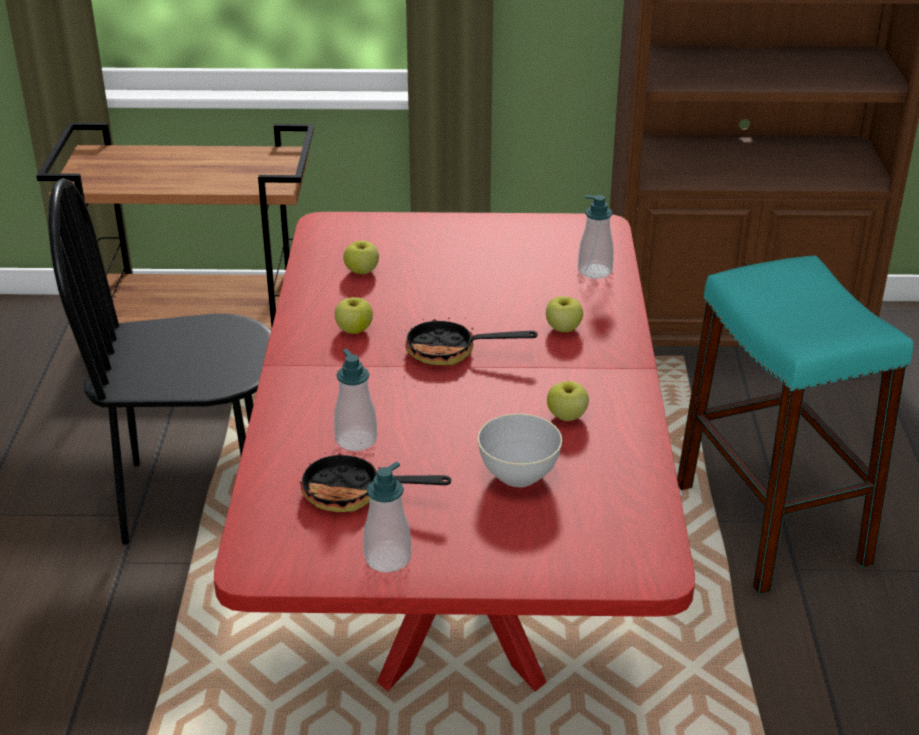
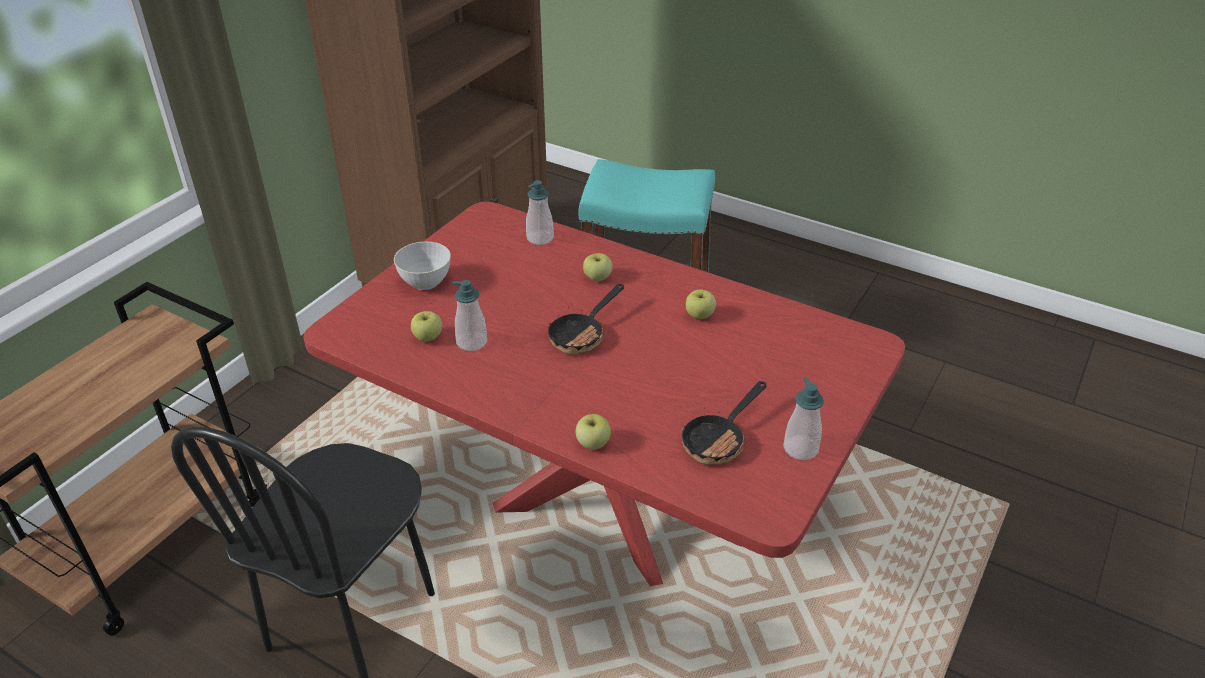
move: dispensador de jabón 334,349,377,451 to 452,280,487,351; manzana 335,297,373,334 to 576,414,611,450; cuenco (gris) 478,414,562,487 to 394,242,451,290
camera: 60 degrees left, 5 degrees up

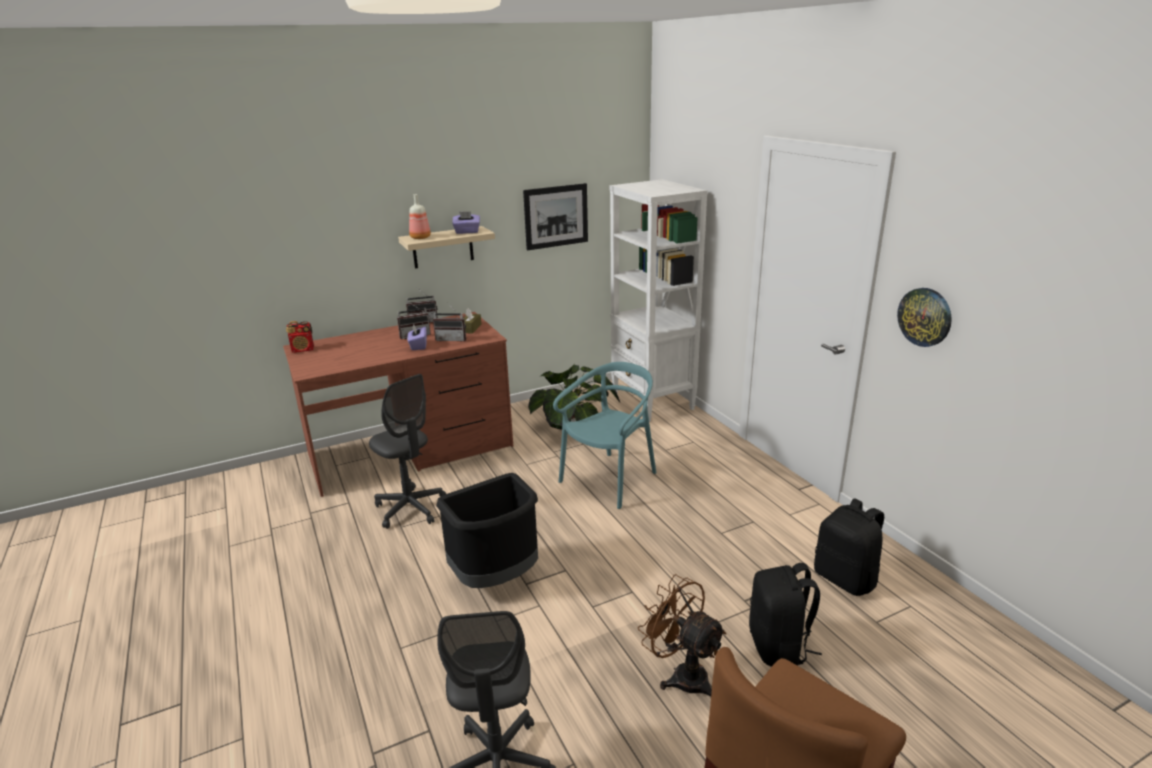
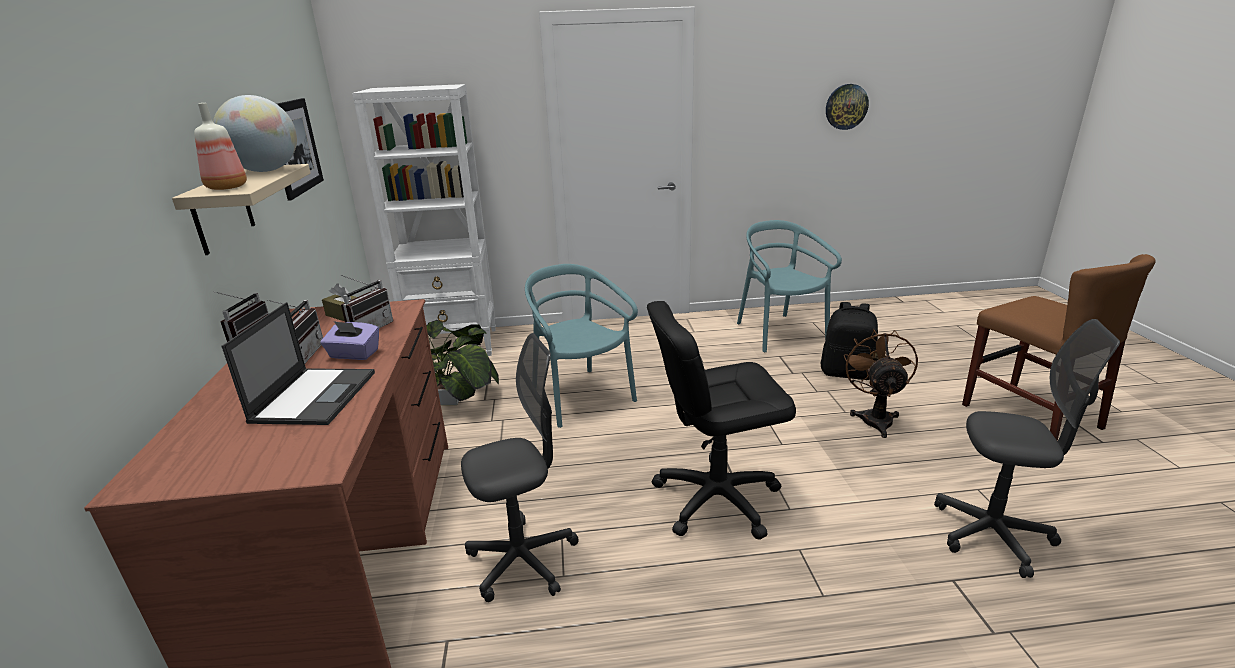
delete: radio 286,321,314,353
insert: portátil 222,302,375,425
move: reloj de pared 897,288,952,347 to 826,84,869,130
replace: papelera (negro) 436,473,538,588 to silla de oficina (negro) 647,301,796,540; caja de pañuelos (morado) 453,211,480,234 to globo terráqueo 213,95,297,172; mochila (negro) 814,498,884,596 to silla (turquesa) 737,220,842,352
rotate: ventilador (marrón) 638,574,726,696 = 844,329,918,438 120 degrees clockwise
camera: 70 degrees left, 0 degrees up

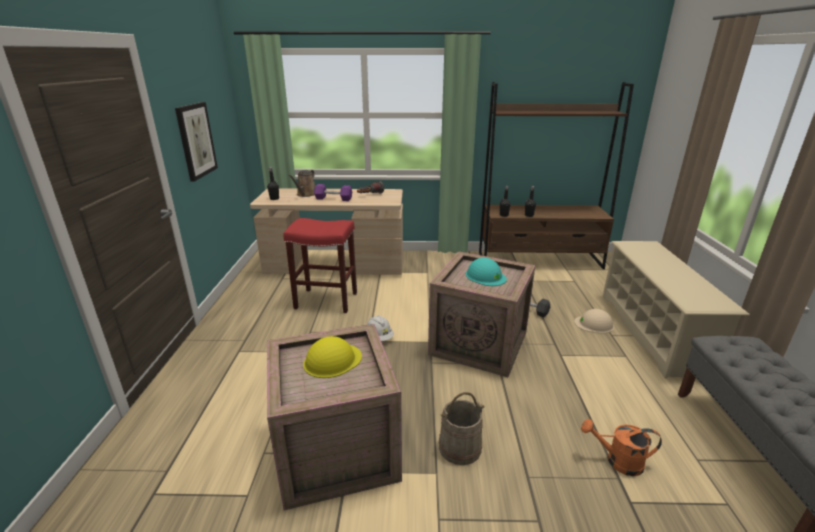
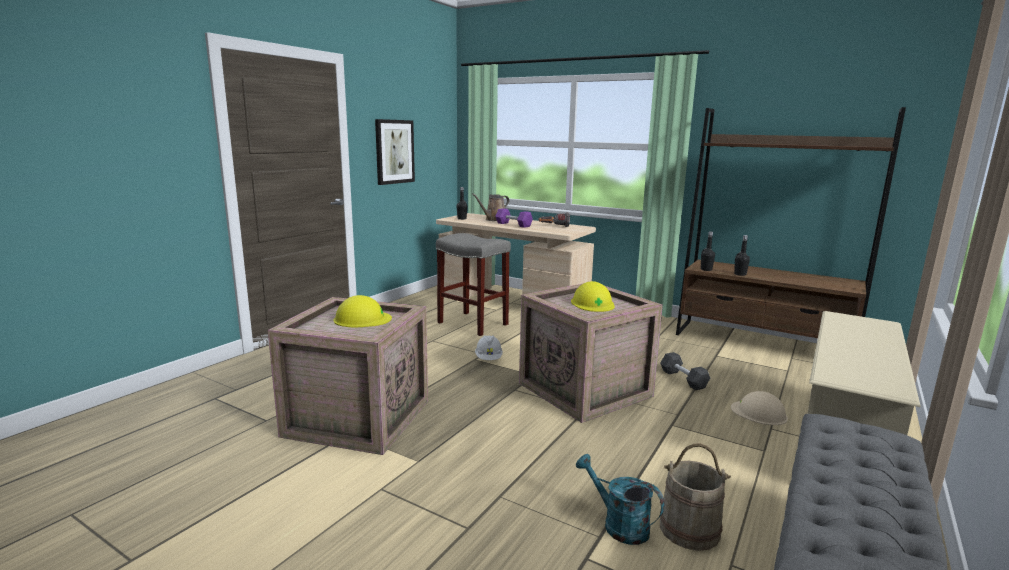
move: cubo (beis) 439,392,485,465 to 660,443,731,551
recolor: taburete (rojo) 283,218,357,313 to taburete (gris) 436,233,511,336; casco (turquesa) 466,258,507,286 to casco (amarillo) 571,281,615,312; regadera (naranja) 581,419,662,476 to regadera (turquesa) 576,454,664,545
camera: 30 degrees right, 10 degrees down

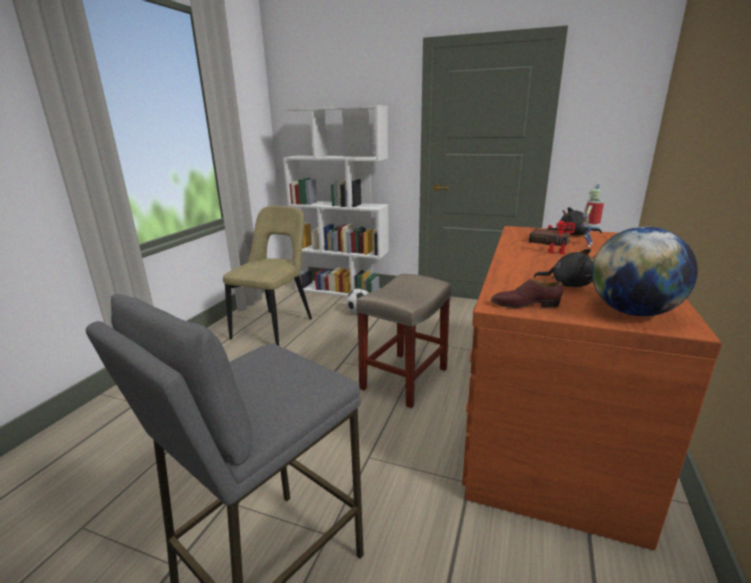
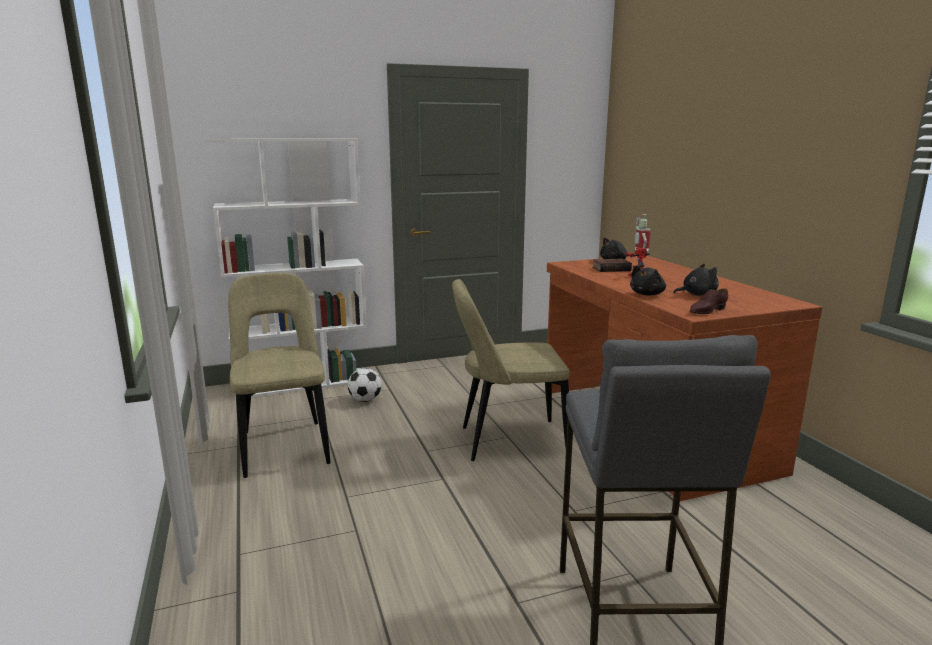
delete: globo terráqueo 592,227,698,317
insert: peluche (negro) 630,265,666,295
replace: taburete (beis) 356,274,451,408 to silla (beis) 452,279,570,461
camera: 40 degrees left, 5 degrees down

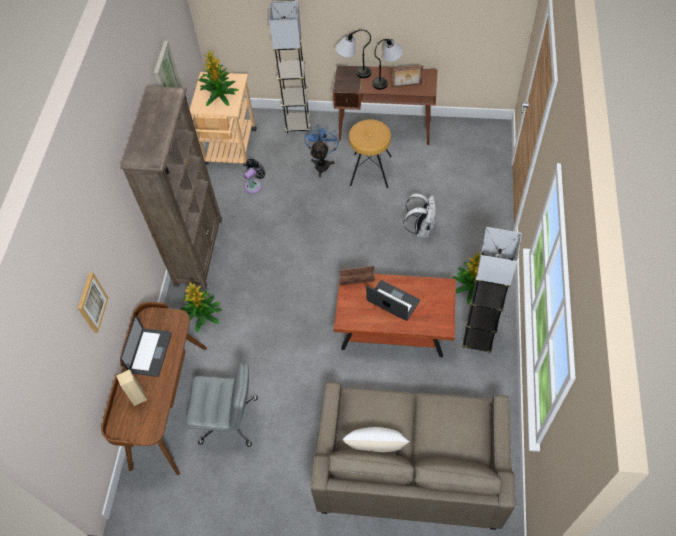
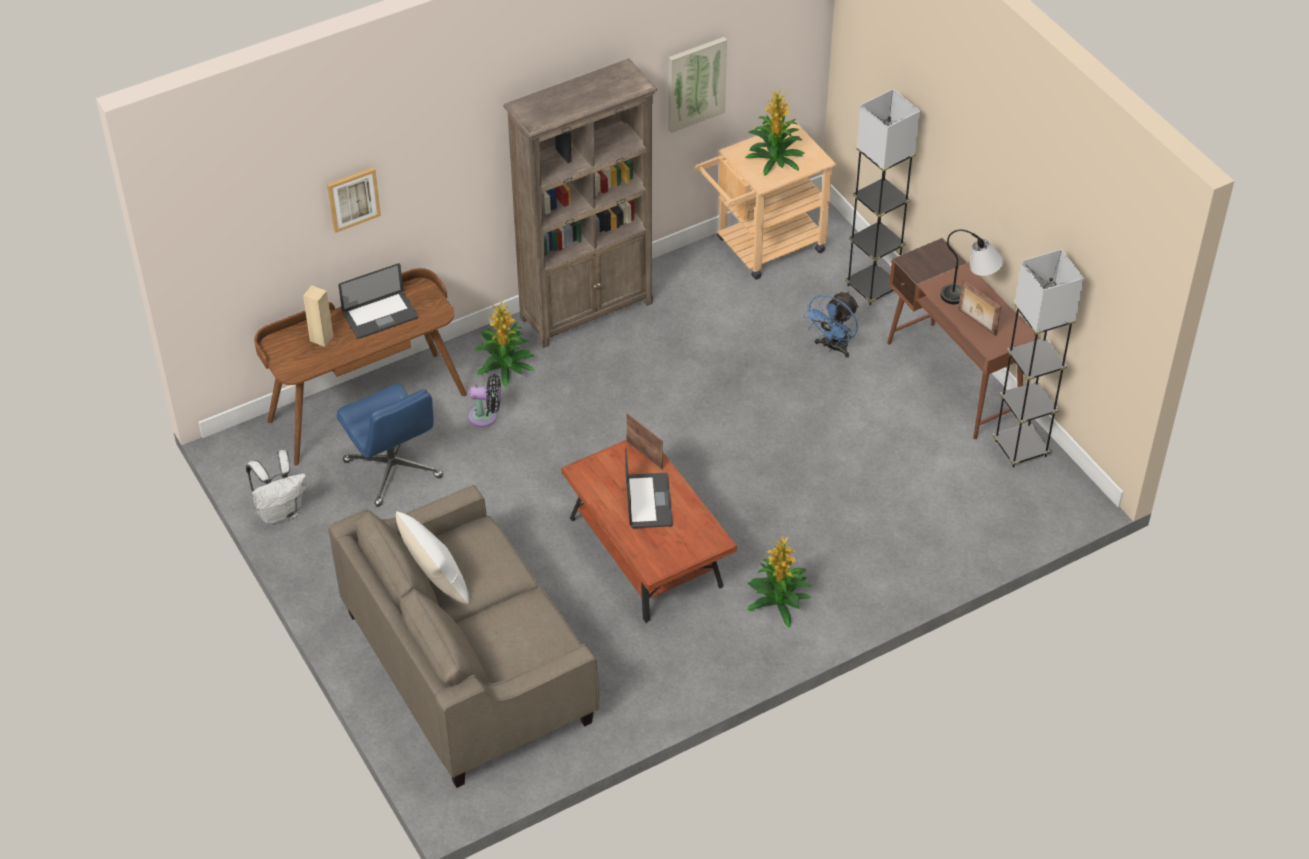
delete: lámpara de mesa 335,30,371,78; taburete (marrón) 349,119,392,188
move: ventilador (negro) 244,159,265,194 to 468,374,501,427; mochila (blanco) 403,193,436,238 to 246,450,307,525; lámpara de pie (gris) 462,227,522,353 to 993,249,1084,467
recolor: silla de oficina (gris) 186,363,258,447 to silla de oficina (azul) 337,384,443,506
rotate: ventilador (azul) 305,124,339,177 = 803,291,859,358 150 degrees clockwise
camera: 50 degrees right, 10 degrees down

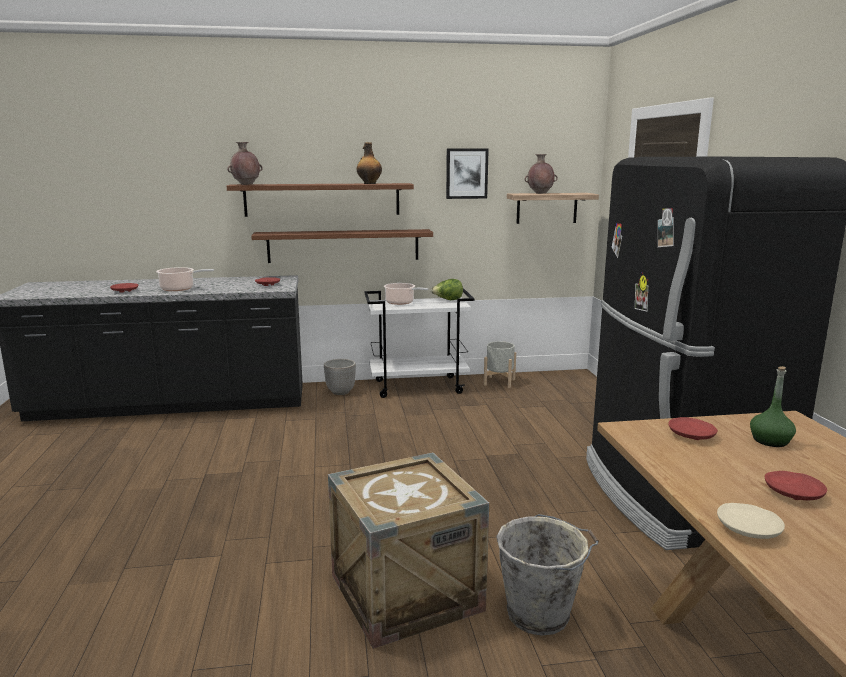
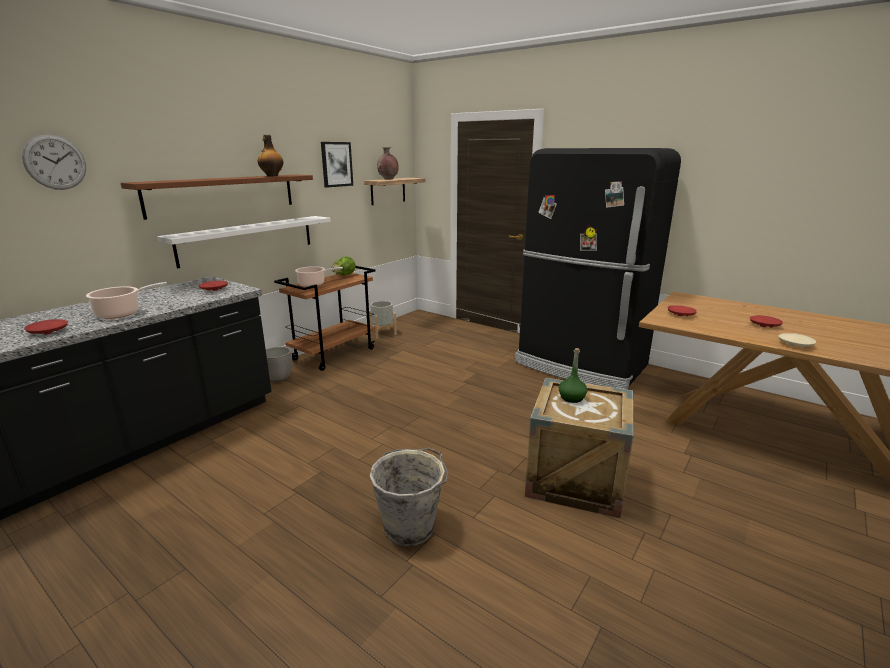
delete: florero (marrón) 227,142,263,185
insert: reloj de pared 22,135,86,190
move: cubo (gris) 496,514,599,636 to 370,447,448,546; botella (verde) 750,366,796,447 to 558,348,587,403
recolor: estante (marrón) 251,229,433,263 to estante (blanco) 157,216,331,268; carrito (blanco) 364,288,474,398 to carrito (marrón) 274,266,376,371
camera: 45 degrees left, 5 degrees up

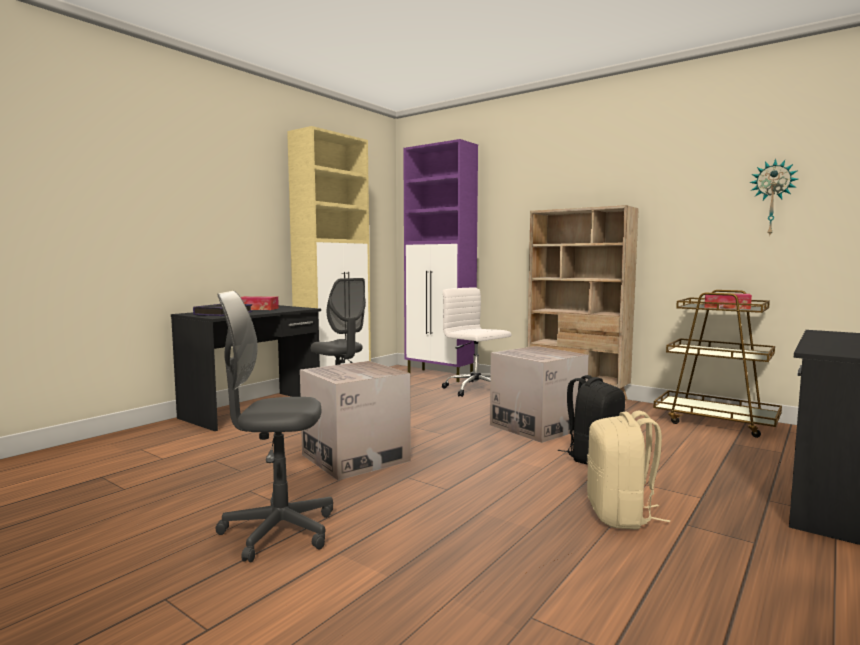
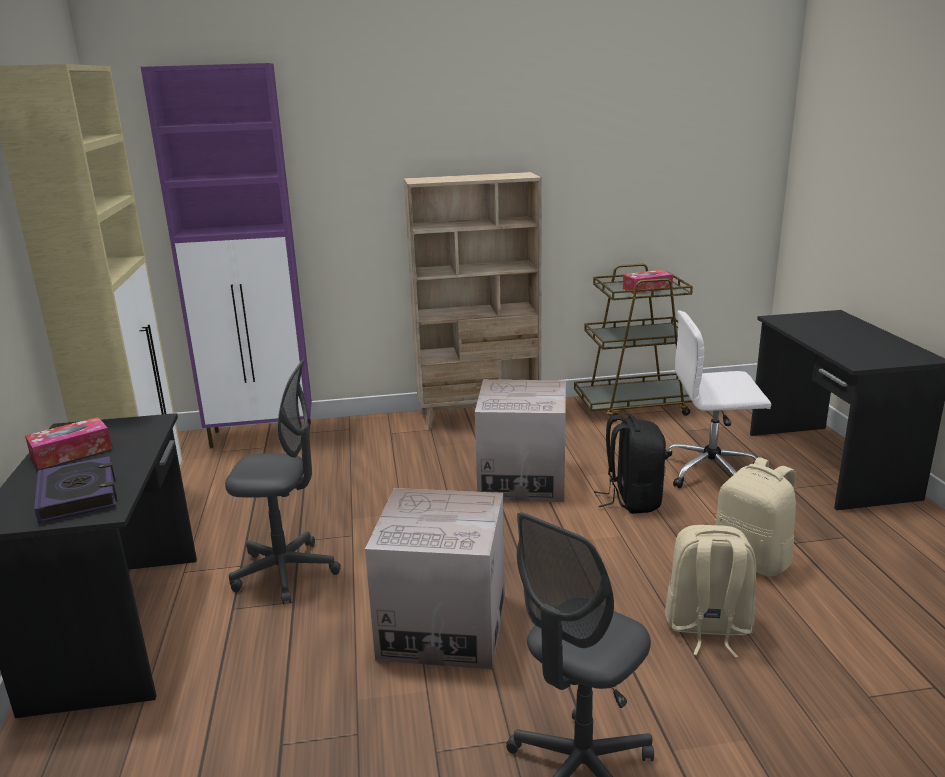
delete: reloj de pared 749,159,798,237
insert: mochila (beis) 665,525,756,658
move: silla de oficina (blanco) 442,288,512,397 to 665,310,771,489
camera: 45 degrees left, 15 degrees up

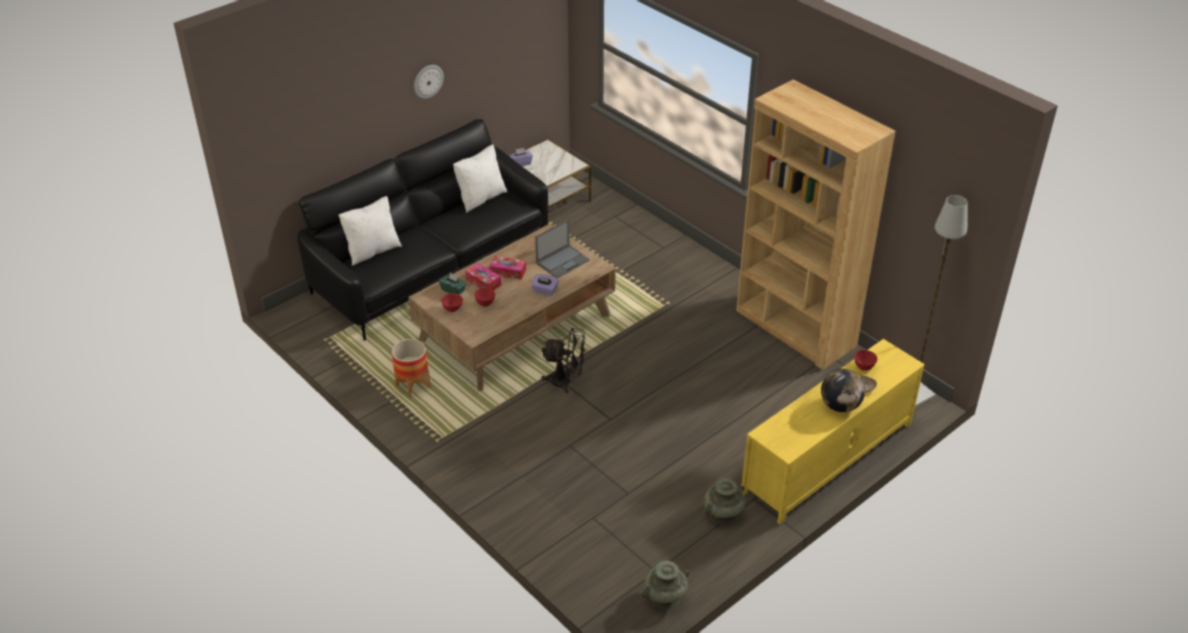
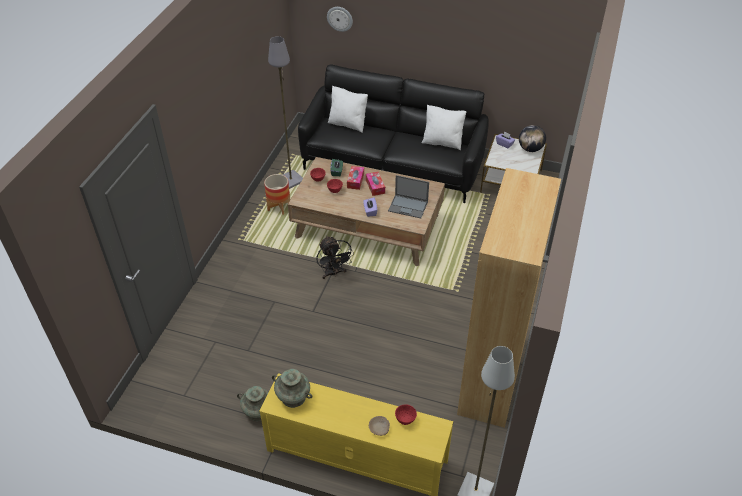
insert: lámpara de pie (gris) 268,36,303,189
move: reloj de pared 414,65,444,99 to 327,7,353,32; florero (turquesa) 641,561,689,609 to 272,369,313,408; globo terráqueo 821,369,865,412 to 519,125,546,152
camera: 60 degrees right, 5 degrees up

